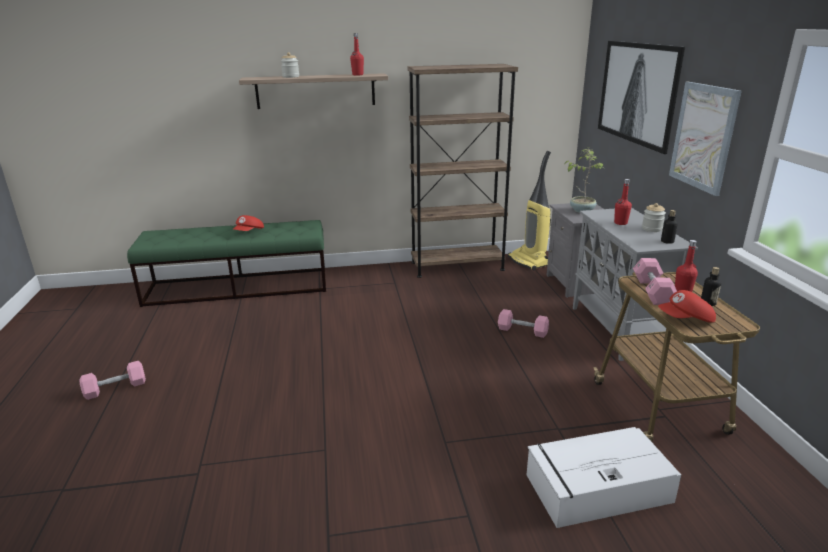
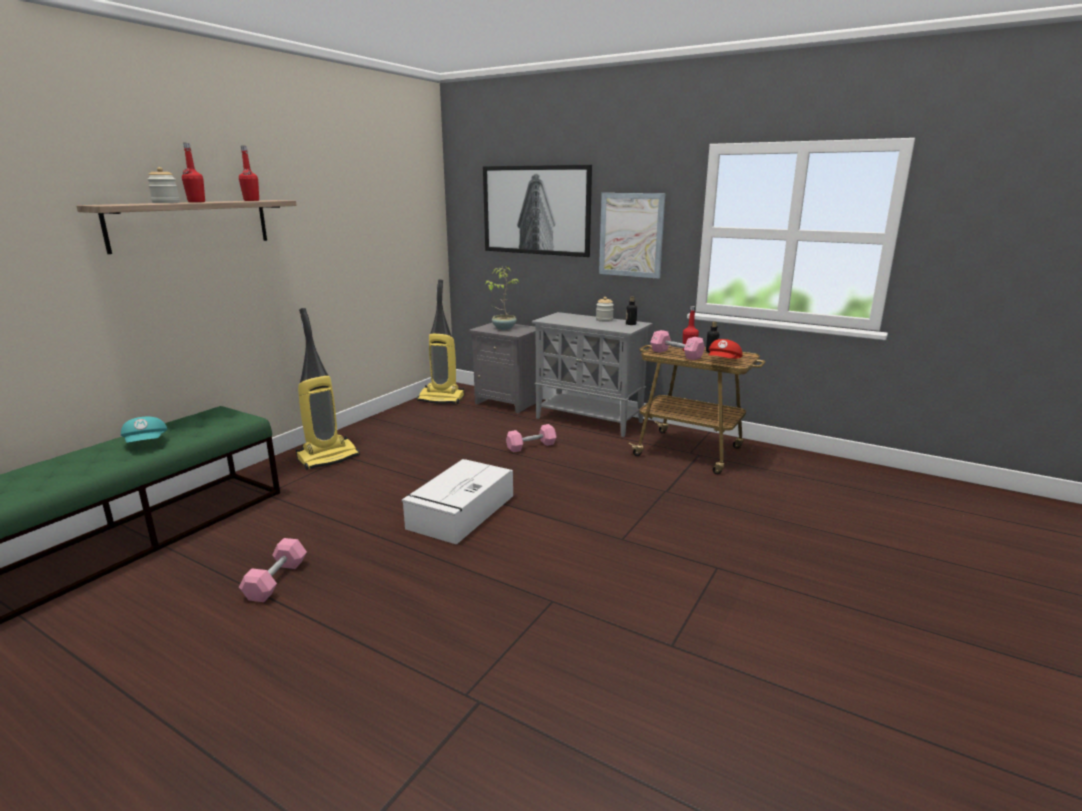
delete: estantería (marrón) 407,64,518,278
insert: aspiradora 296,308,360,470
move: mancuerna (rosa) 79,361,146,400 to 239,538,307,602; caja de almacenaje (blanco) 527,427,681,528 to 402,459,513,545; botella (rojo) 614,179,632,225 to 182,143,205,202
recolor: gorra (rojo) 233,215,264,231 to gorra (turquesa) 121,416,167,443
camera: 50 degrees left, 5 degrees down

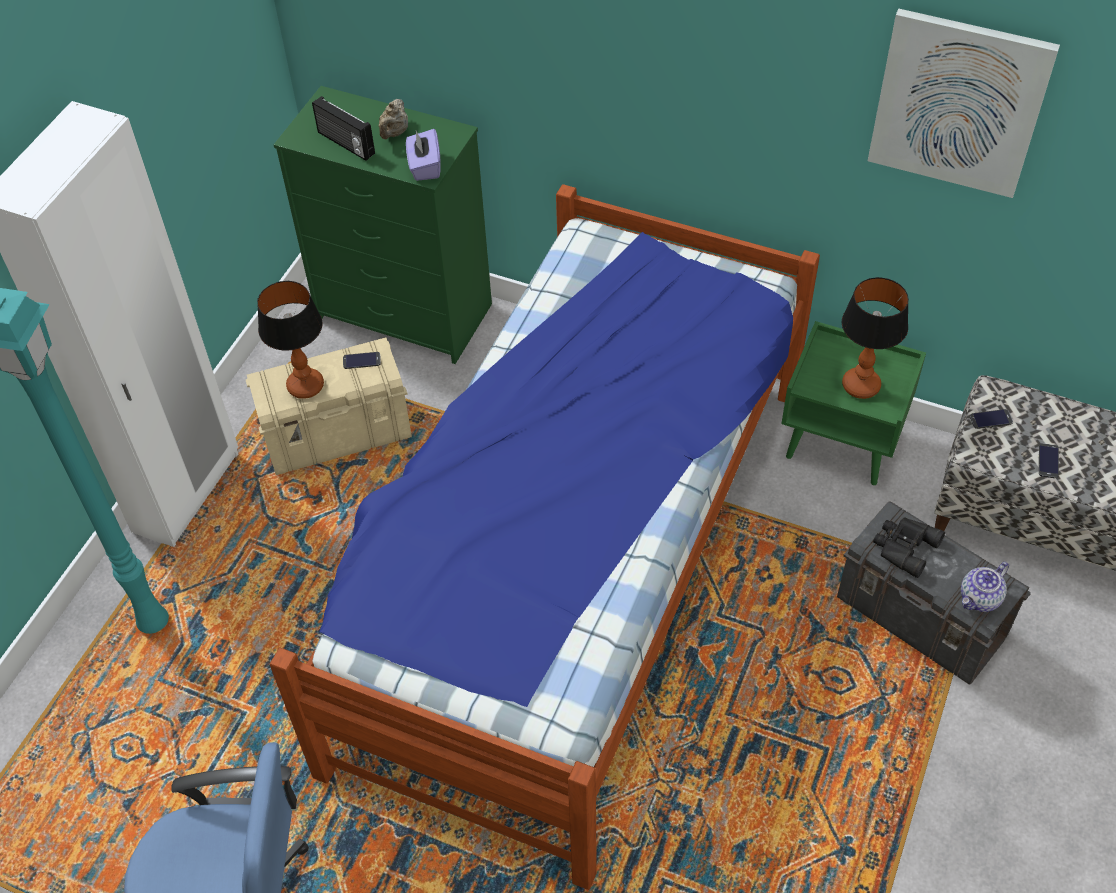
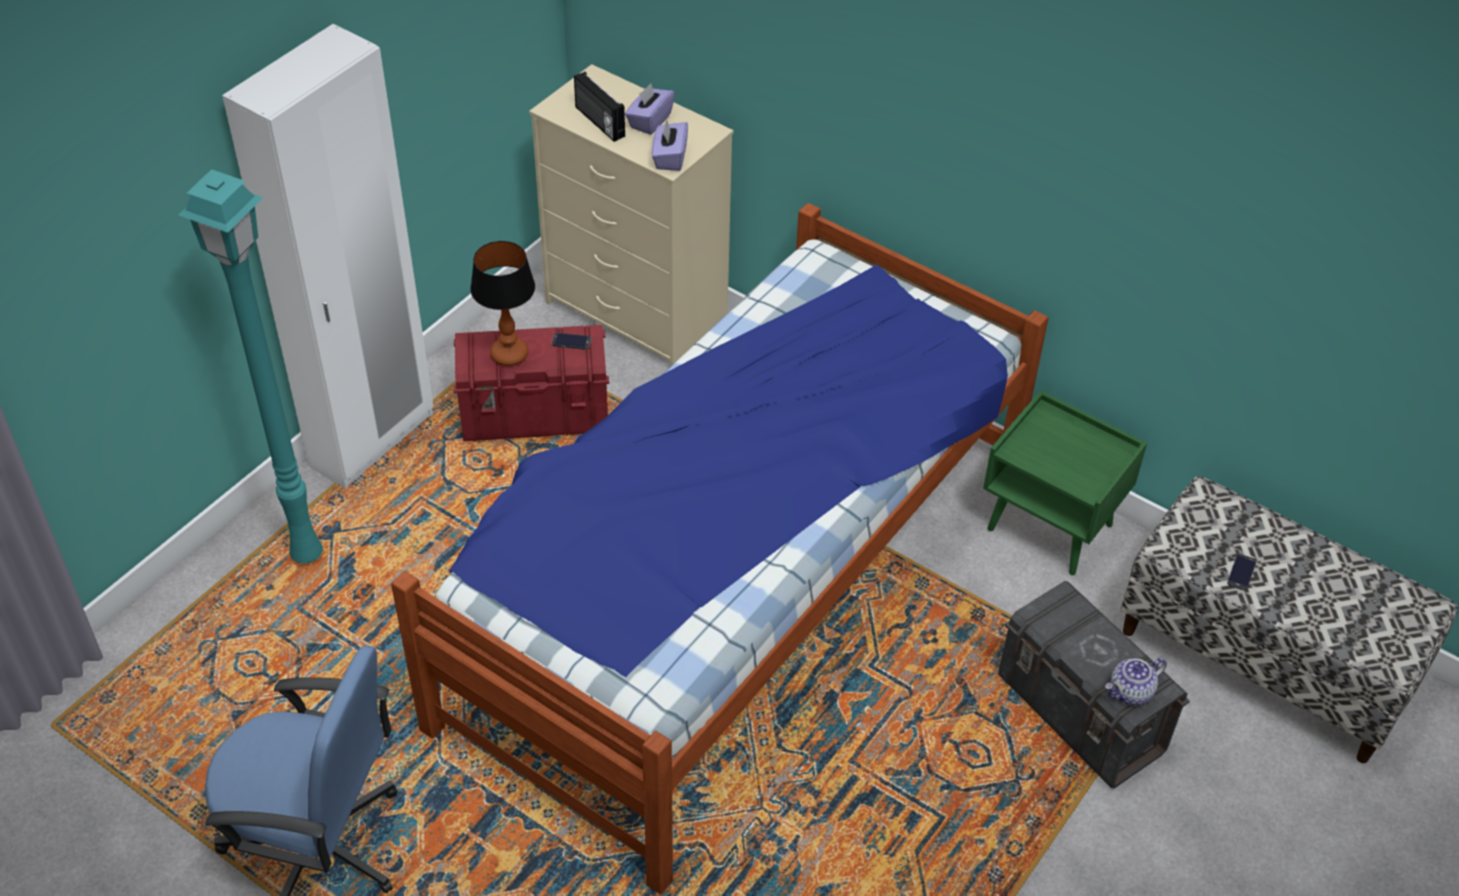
delete: lámpara de mesa 842,277,909,399; cuadro 868,9,1060,198; prismáticos (negro) 873,517,945,578; móvil 970,409,1013,429
replace: tetera (beis) 378,99,408,139 to caja de pañuelos (morado) 625,83,675,135
recolor: caja de almacenaje (beis) 246,337,412,475 to caja de almacenaje (rojo) 454,325,609,441; cómoda (verde) 274,86,492,364 to cómoda (beis) 529,64,734,366
camera: 10 degrees right, 5 degrees down

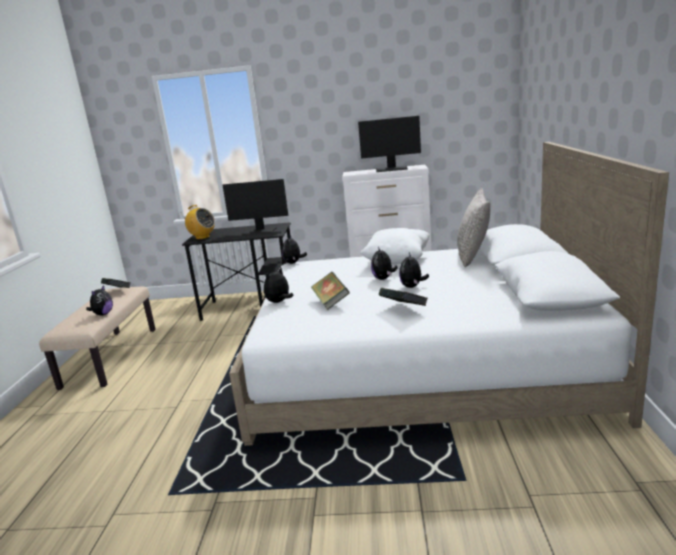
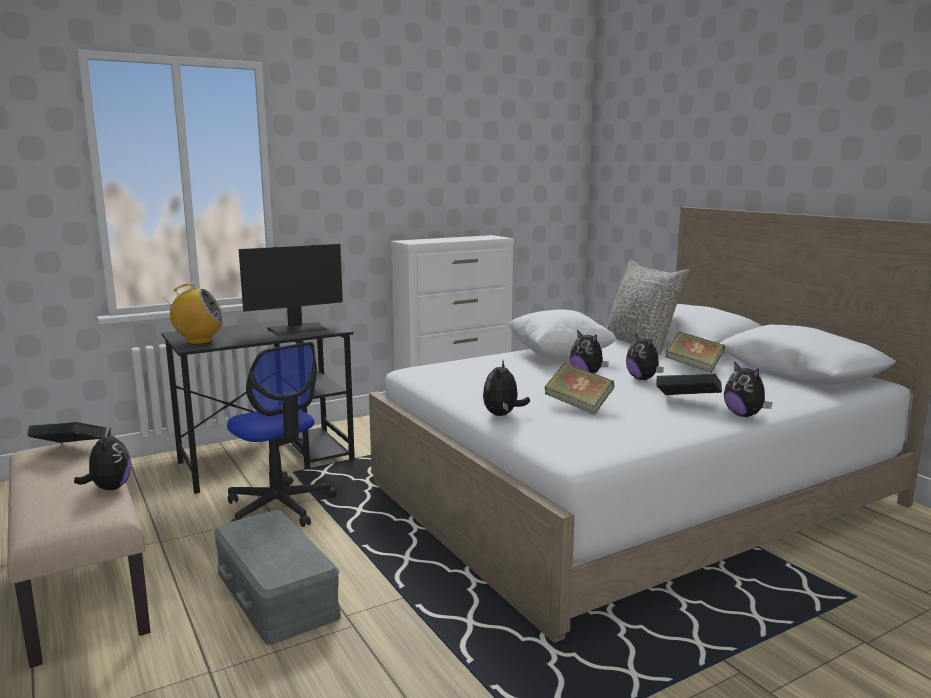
delete: monitor 358,116,421,172
insert: caja de almacenaje (gris) 214,510,341,645; silla de oficina 227,342,336,527; libro 666,332,725,373
move: peluche 282,235,307,264 to 724,361,773,417
camera: 35 degrees left, 5 degrees down

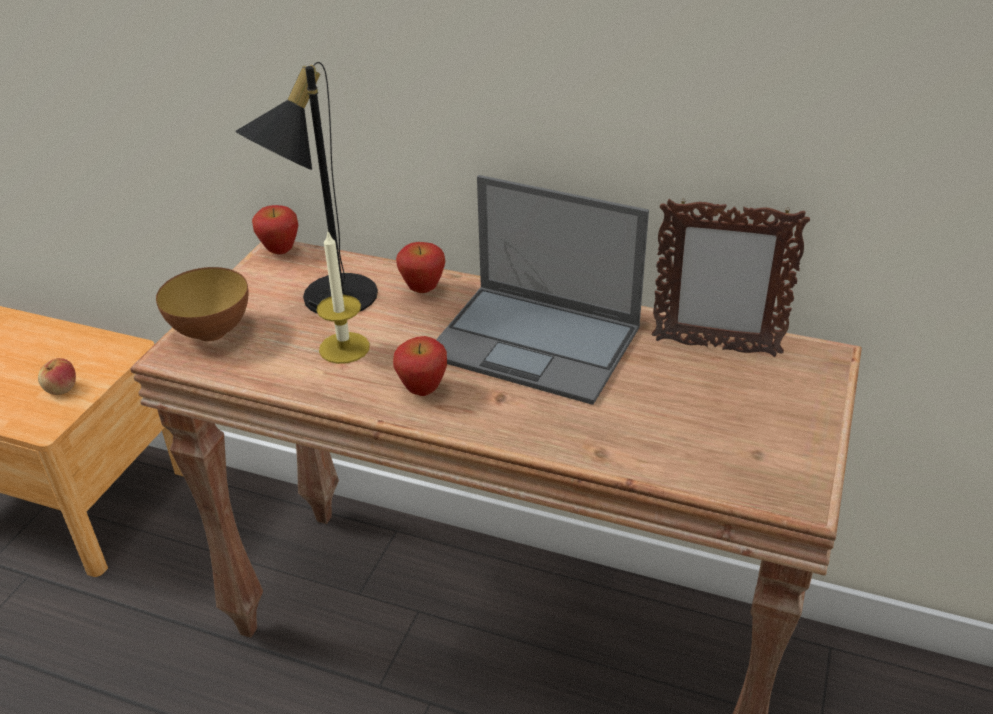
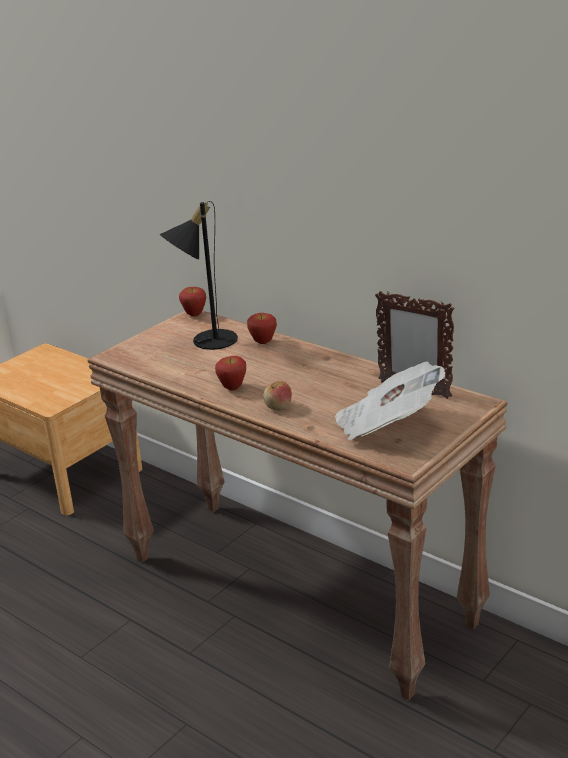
delete: cuenco 156,267,248,341; vela 316,232,370,364; portátil 436,175,649,405
insert: periódico 335,361,445,440
move: manzana 38,358,76,395 to 263,381,292,411
camera: 20 degrees right, 10 degrees down

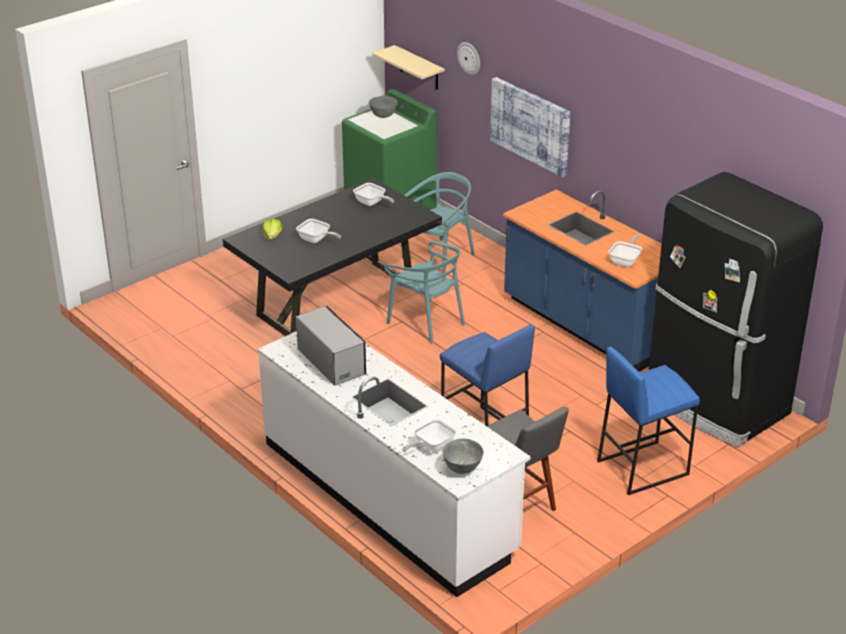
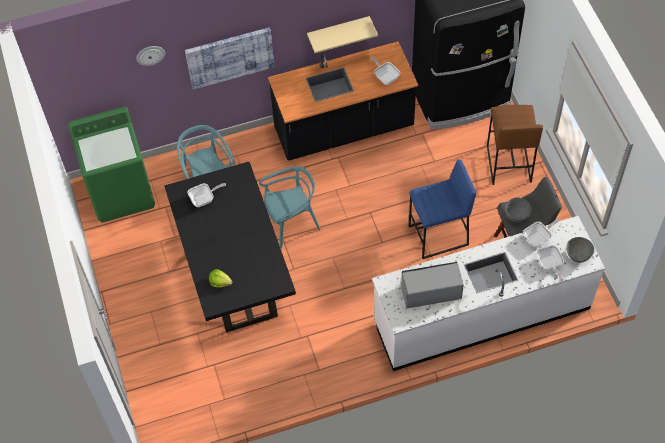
move: sartén 296,219,341,243 to 523,219,560,247; cuenco (gris) 369,96,398,118 to 505,198,532,222; estante (beis) 372,45,444,90 to 307,16,378,53
recolor: mueble bajo de cocina (azul) 503,190,662,372 to mueble bajo de cocina (negro) 268,42,418,160; taburete (azul) 597,347,700,495 to taburete (marrón) 487,105,543,185
camera: 65 degrees left, 25 degrees up

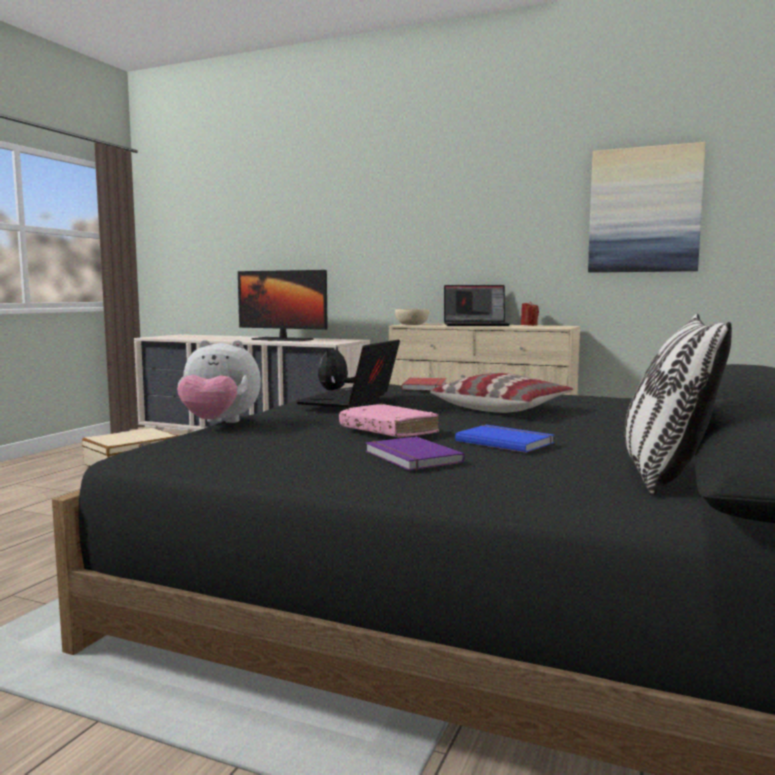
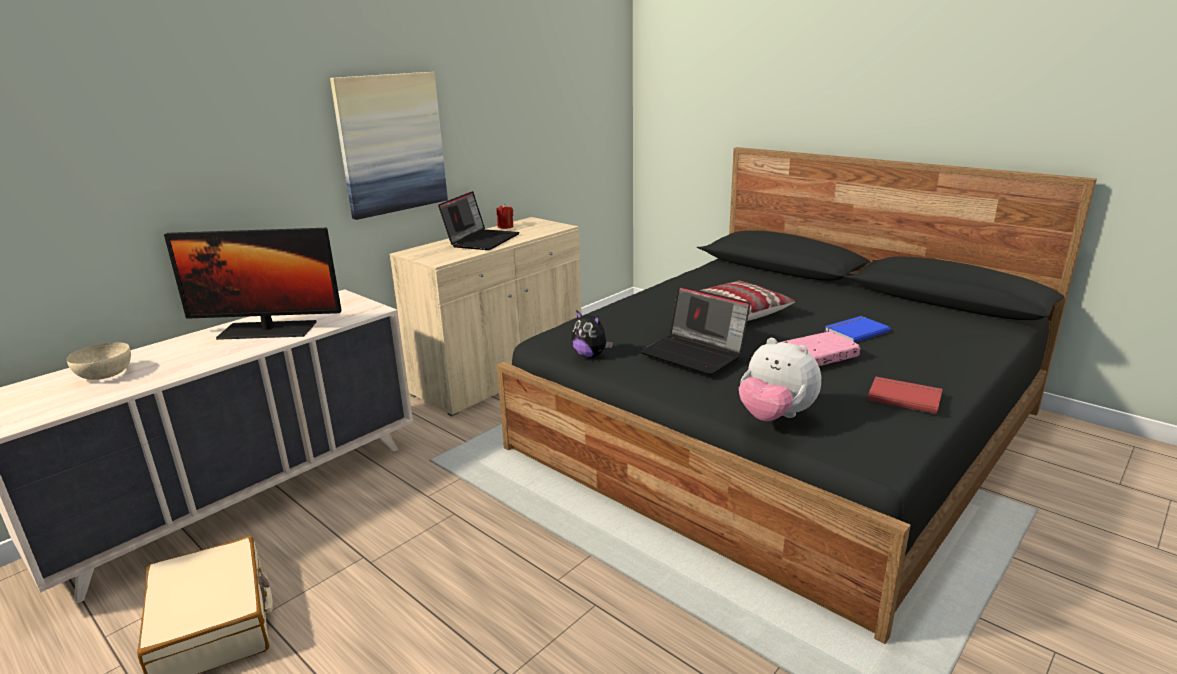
delete: libro (morado) 366,437,465,470; cojín 625,314,732,494
move: cuenco (beis) 395,309,429,325 to 67,342,131,380; libro (rojo) 402,377,446,391 to 867,377,942,414; cuadro 588,142,706,273 to 330,72,448,220
rotate: peluche 177,340,261,423 = 739,338,821,421 105 degrees clockwise; monitor 238,270,328,341 = 164,228,342,340 45 degrees clockwise
camera: 70 degrees left, 15 degrees up

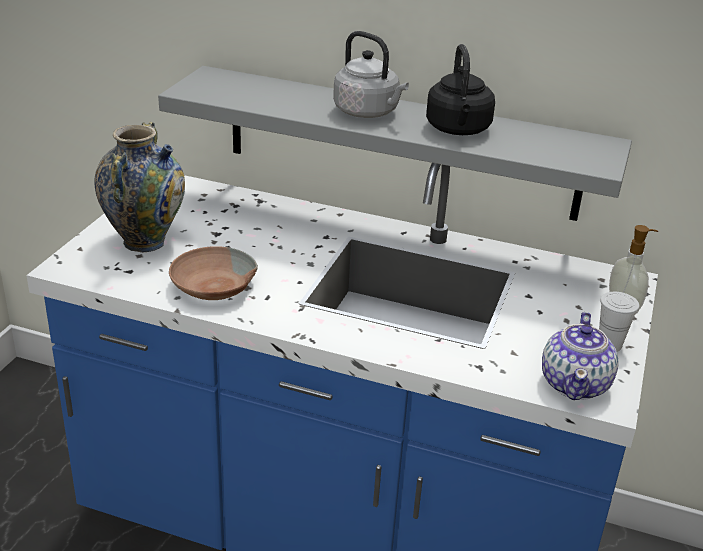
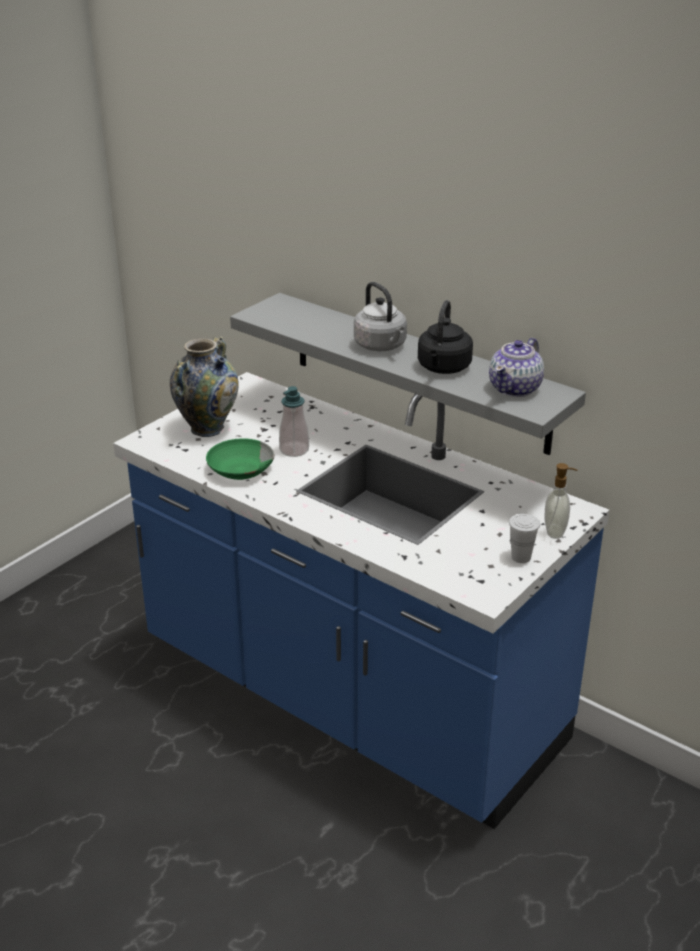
insert: dispensador de jabón 279,386,309,457
move: tetera 542,312,619,400 to 489,338,544,397
recolor: cuenco (marrón) 169,246,258,300 to cuenco (verde) 206,438,274,480
camera: 20 degrees right, 0 degrees up

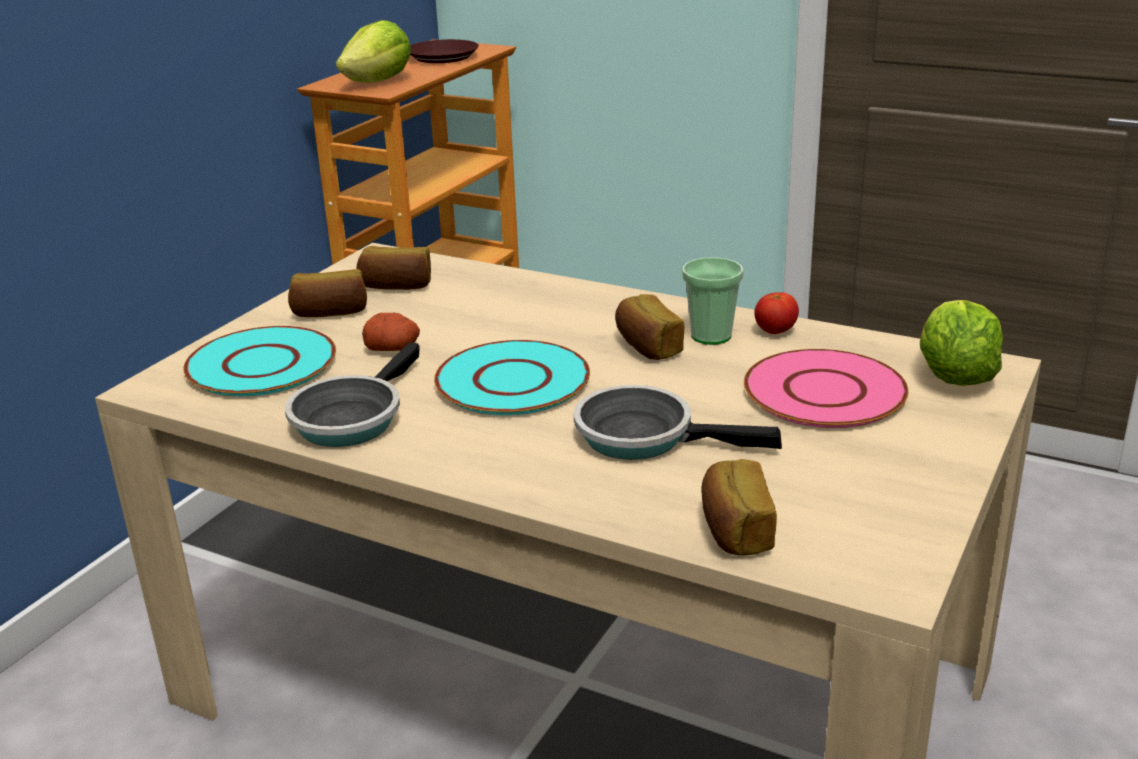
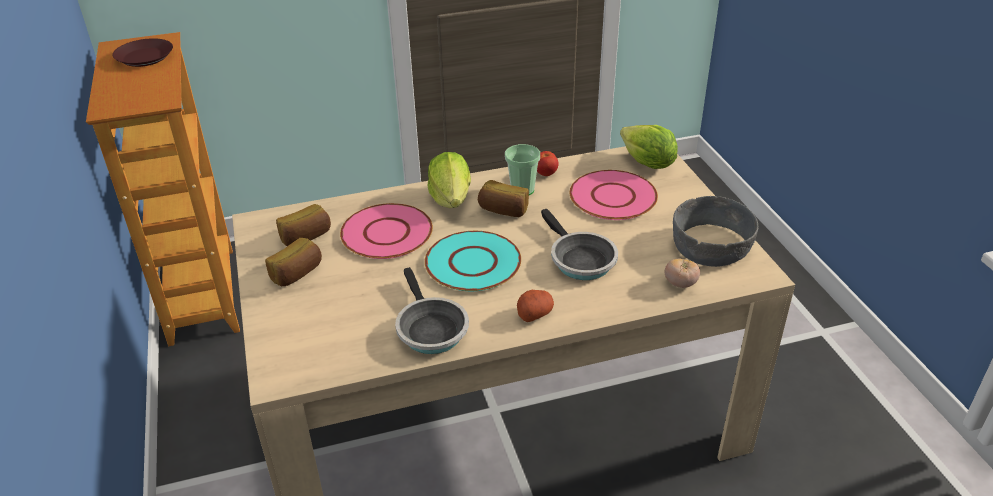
delete: plato (turquesa) 183,326,336,396
insert: plato (rosa) 340,203,433,259; cuenco (gris) 673,196,759,267
move: lechuga 336,20,411,83 to 427,152,471,208; patata 362,313,420,351 to 517,290,554,322
replace: pan 701,459,777,555 to tomate 665,259,700,288
rotate: sartén 574,385,782,460 = 541,209,618,280 90 degrees counterclockwise
camera: 45 degrees left, 10 degrees up

